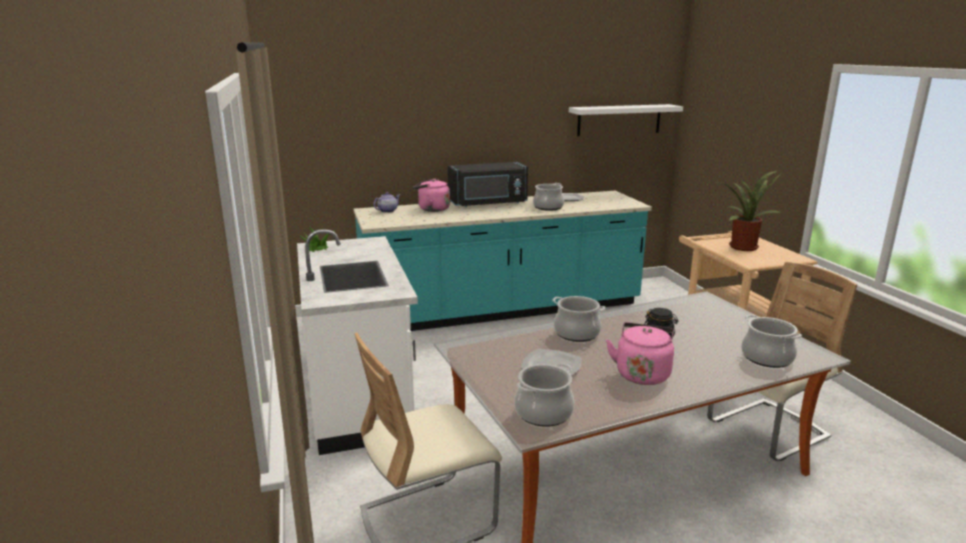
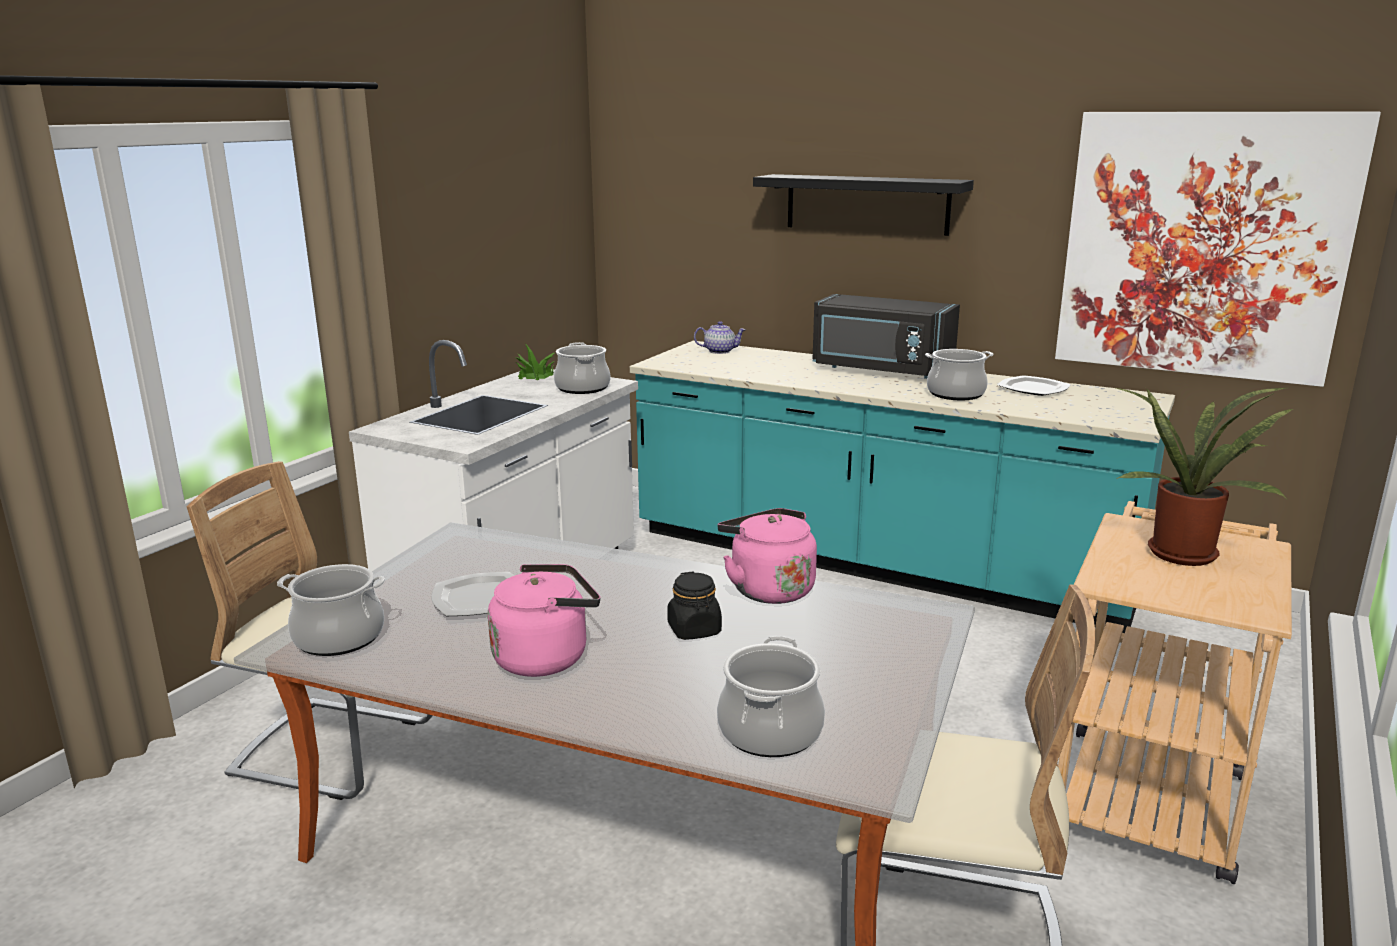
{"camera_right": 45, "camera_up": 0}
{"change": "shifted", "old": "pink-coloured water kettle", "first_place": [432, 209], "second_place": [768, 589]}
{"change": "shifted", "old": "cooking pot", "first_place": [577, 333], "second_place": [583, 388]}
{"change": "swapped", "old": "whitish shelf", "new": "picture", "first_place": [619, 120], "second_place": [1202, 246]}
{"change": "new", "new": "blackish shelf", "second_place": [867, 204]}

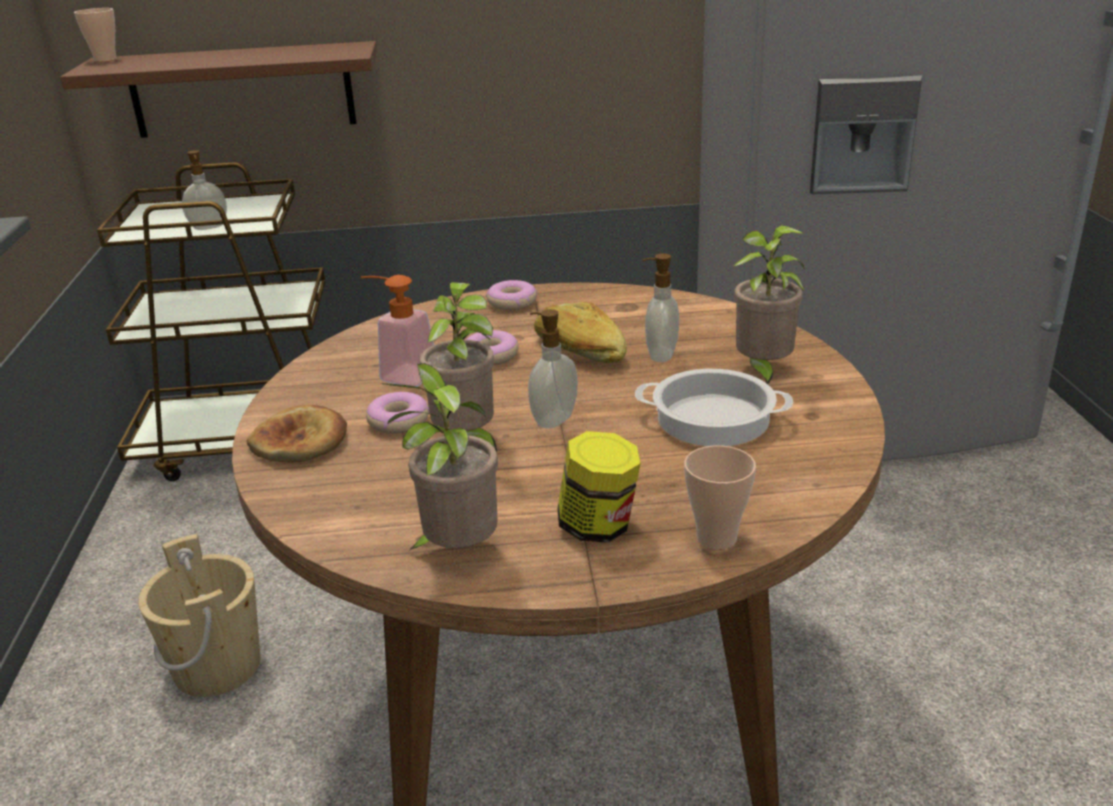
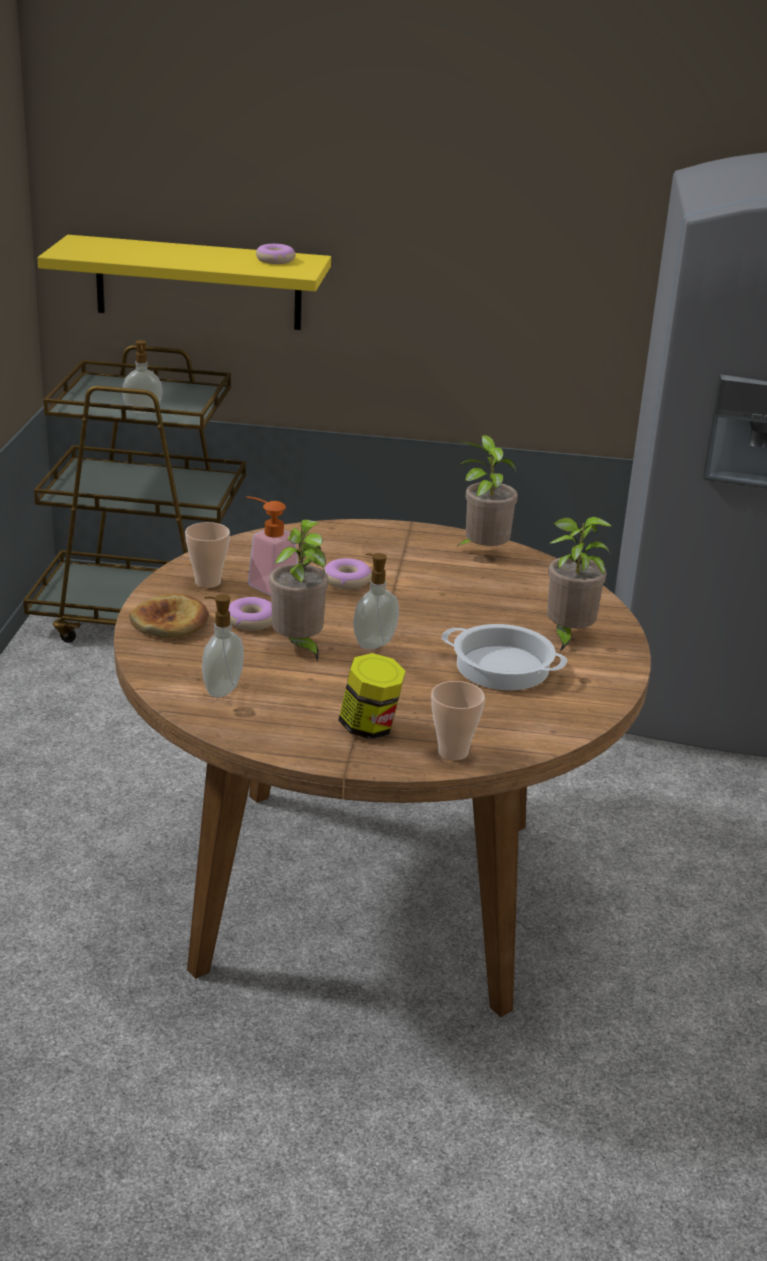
{"camera_right": 10, "camera_up": 0}
{"change": "repainted", "old": "brownish shelf", "new": "yellowish shelf", "first_place": [242, 90], "second_place": [198, 283]}
{"change": "shifted", "old": "cup", "first_place": [105, 60], "second_place": [208, 582]}
{"change": "gone", "old": "beige-coloured pail", "first_place": [217, 666]}
{"change": "shifted", "old": "houseplant", "first_place": [456, 552], "second_place": [482, 553]}
{"change": "shifted", "old": "ring doughnut", "first_place": [512, 303], "second_place": [275, 260]}
{"change": "gone", "old": "bread", "first_place": [579, 351]}
{"change": "shifted", "old": "soap dispenser", "first_place": [660, 355], "second_place": [221, 689]}

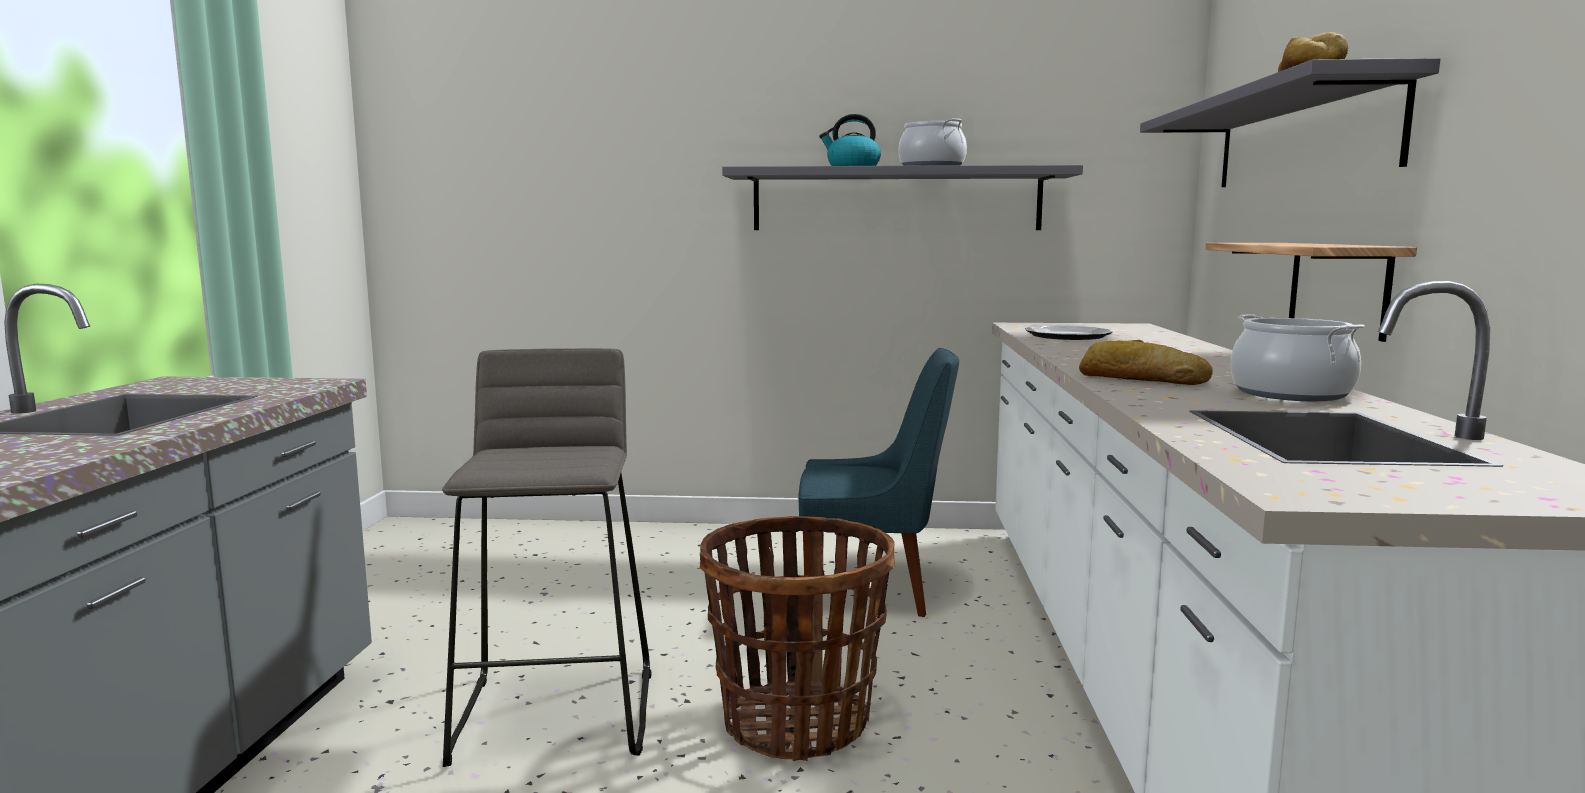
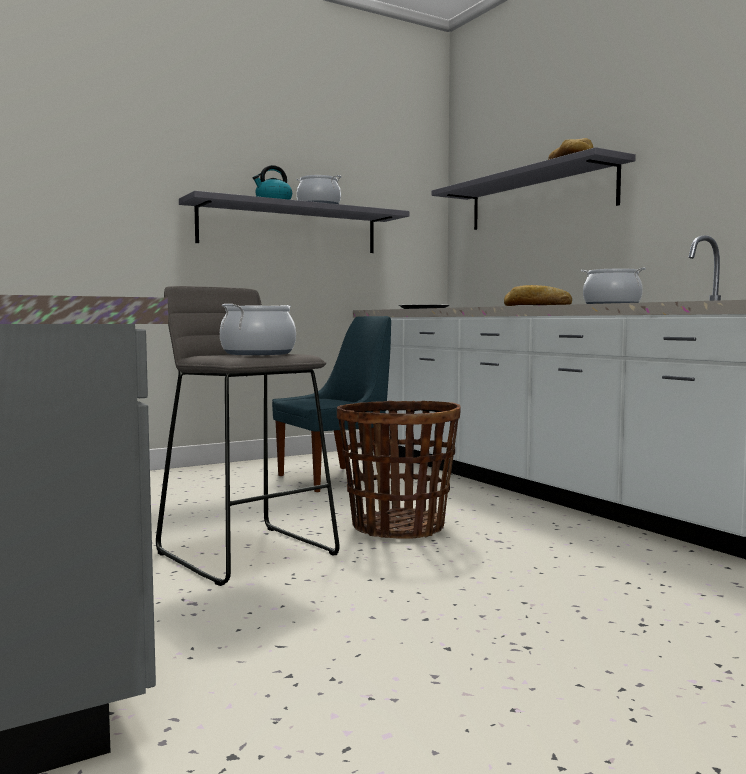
{"camera_right": -35, "camera_up": -5}
{"change": "gone", "old": "shelf", "first_place": [1338, 287]}
{"change": "new", "new": "cooking pot", "second_place": [258, 354]}

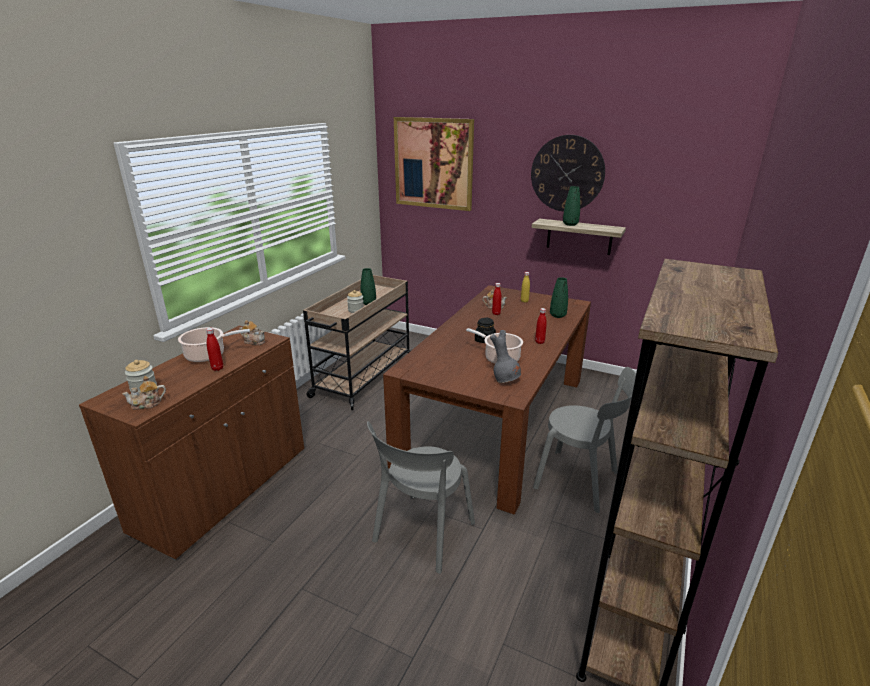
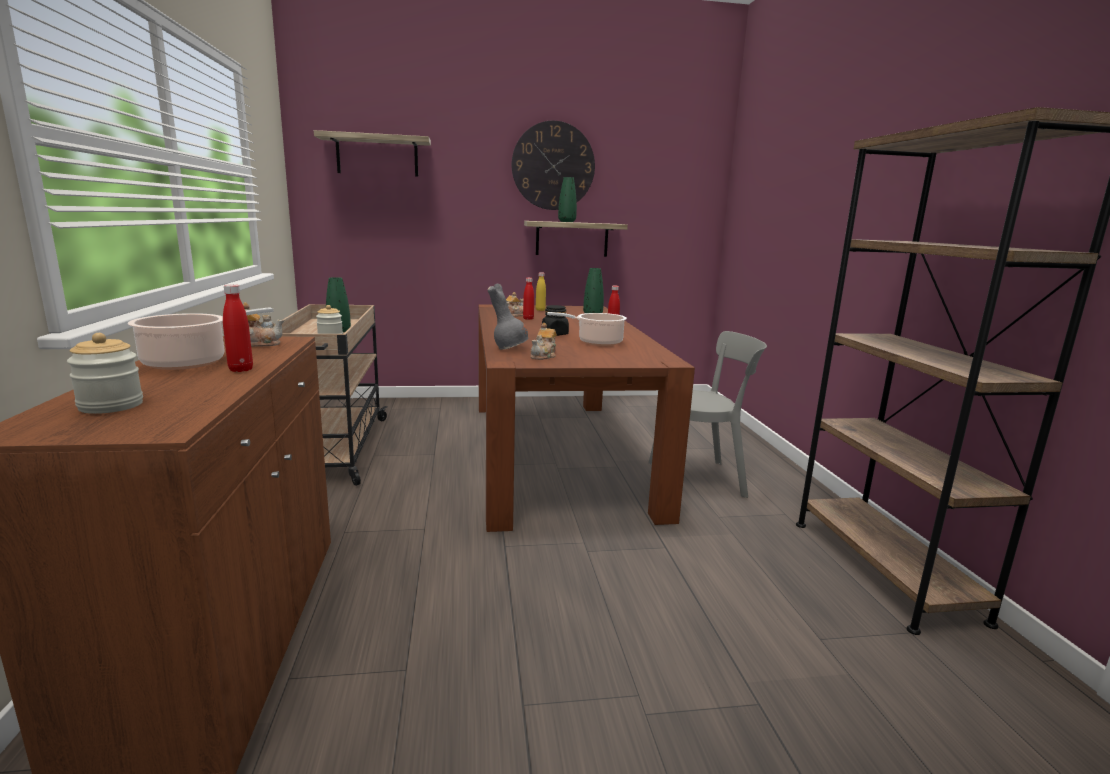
{"camera_right": -35, "camera_up": -10}
{"change": "shifted", "old": "pot for tea", "first_place": [147, 404], "second_place": [544, 356]}
{"change": "gone", "old": "greyish plain chair", "first_place": [422, 535]}
{"change": "swapped", "old": "picture", "new": "shelf", "first_place": [433, 163], "second_place": [377, 156]}
{"change": "shifted", "old": "greyish decorative vase", "first_place": [505, 379], "second_place": [509, 348]}

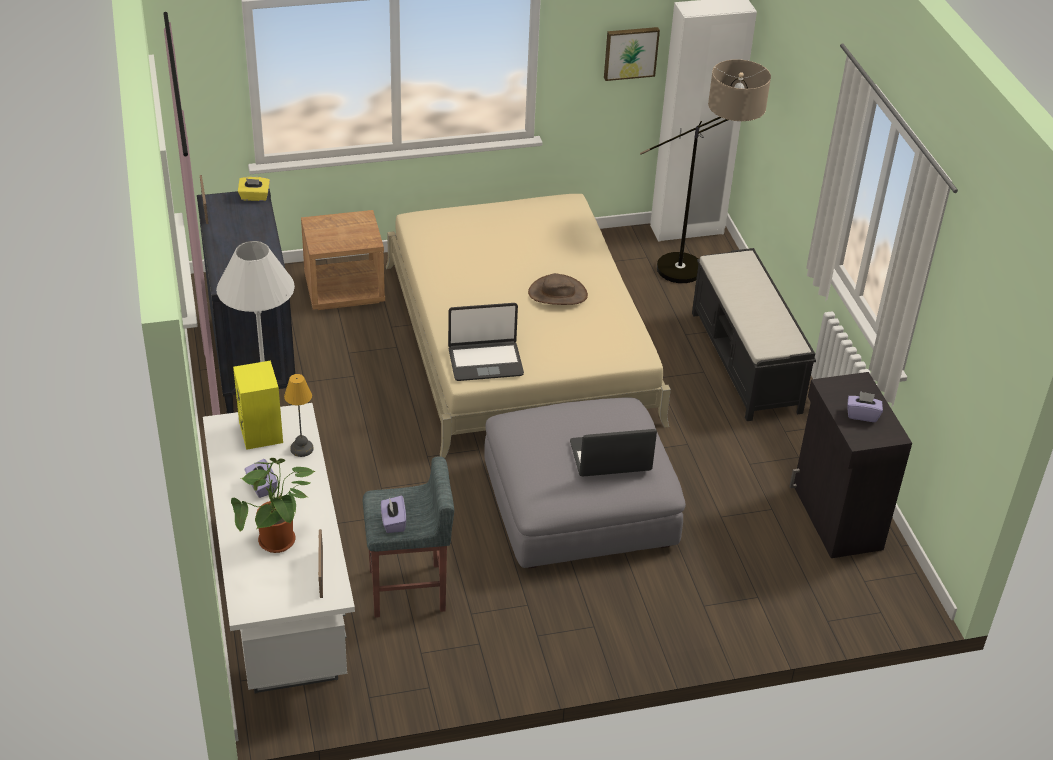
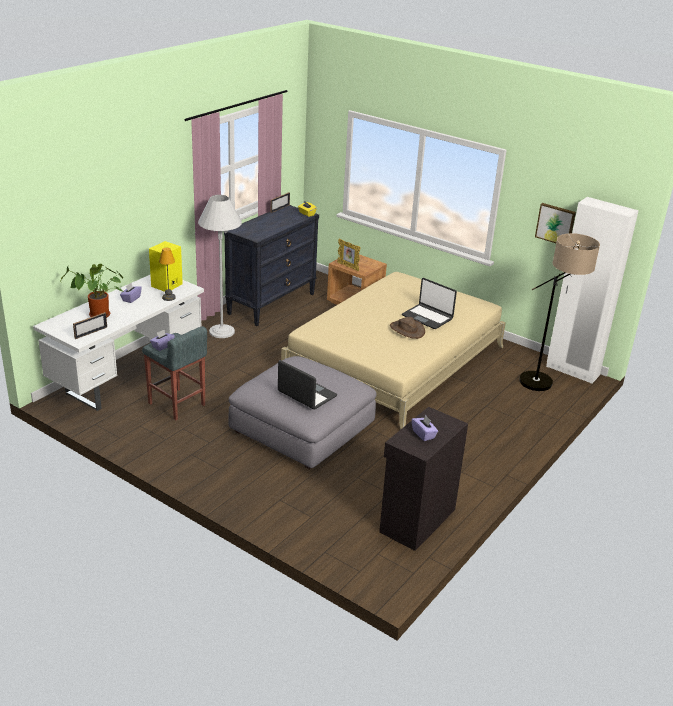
{"camera_right": 50, "camera_up": -10}
{"change": "shifted", "old": "portable computer", "first_place": [485, 361], "second_place": [427, 317]}
{"change": "gone", "old": "blackish long seat", "first_place": [746, 362]}
{"change": "new", "new": "standing frame", "second_place": [348, 267]}

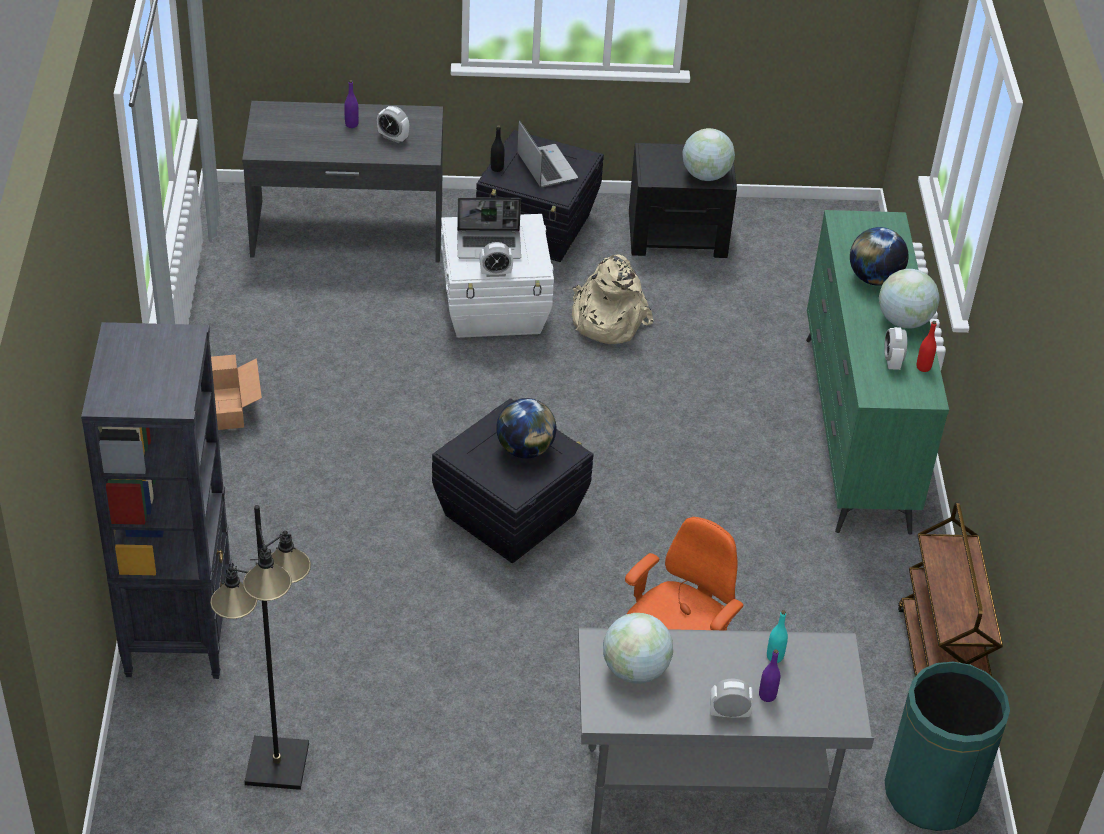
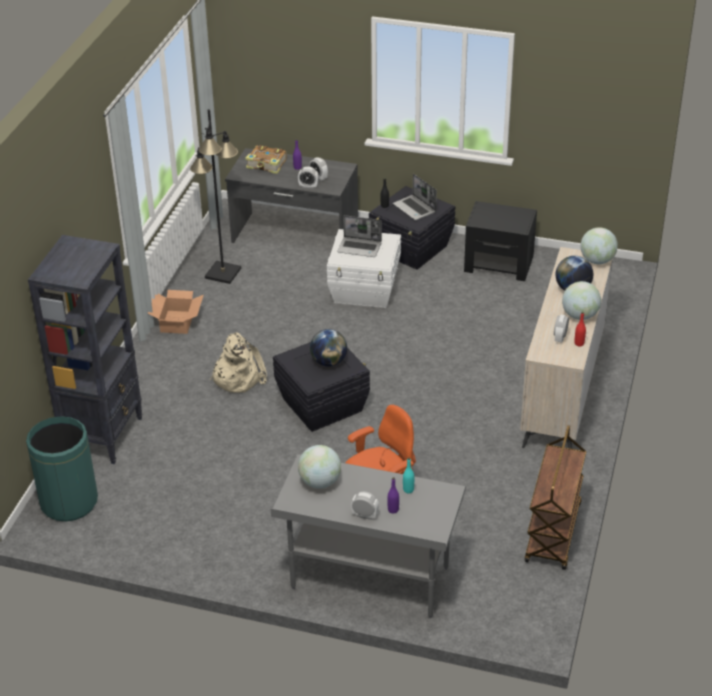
{"camera_right": 20, "camera_up": -5}
{"change": "shifted", "old": "blackish floor lamp", "first_place": [276, 764], "second_place": [222, 273]}
{"change": "shifted", "old": "alarm clock", "first_place": [495, 273], "second_place": [308, 186]}
{"change": "rotated", "old": "portable computer", "first_place": [545, 167], "second_place": [415, 208], "degrees": 150}
{"change": "shifted", "old": "beige-coloured rucksack", "first_place": [606, 320], "second_place": [237, 377]}
{"change": "shifted", "old": "desk globe", "first_place": [705, 175], "second_place": [597, 260]}
{"change": "repainted", "old": "greenish drawer chest", "new": "beige-coloured drawer chest", "first_place": [855, 433], "second_place": [561, 393]}
{"change": "shifted", "old": "greenish waste bin", "first_place": [931, 793], "second_place": [69, 502]}
{"change": "new", "new": "volume", "second_place": [267, 165]}

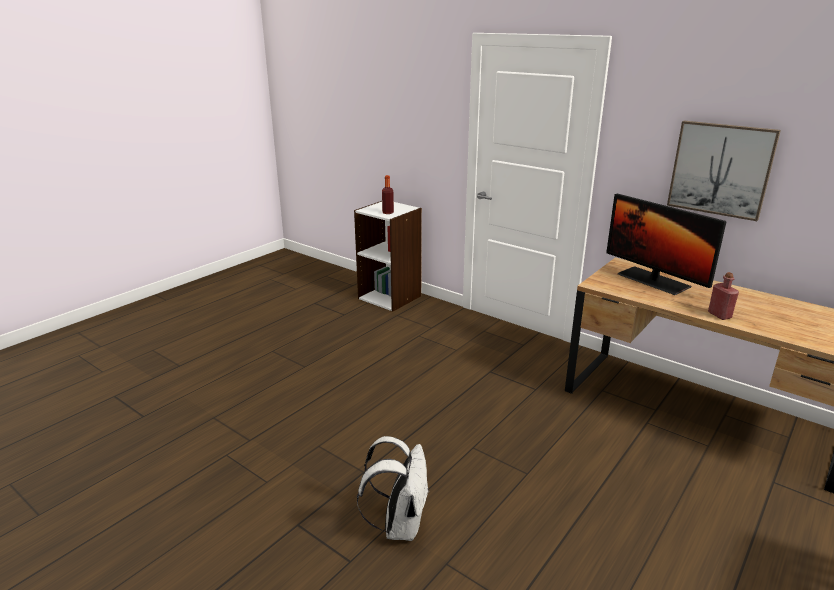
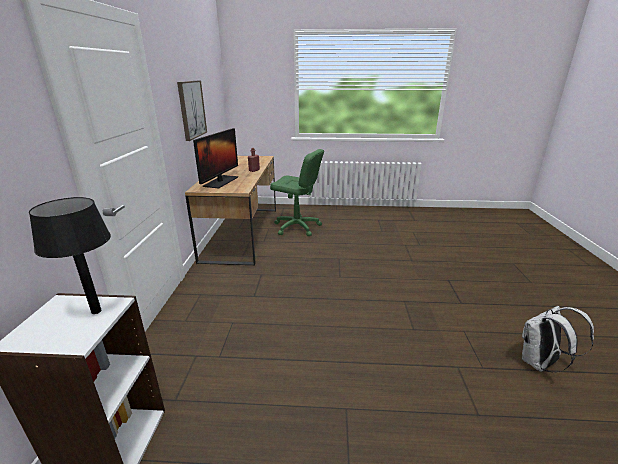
{"camera_right": -125, "camera_up": 0}
{"change": "shifted", "old": "whitish rucksack", "first_place": [399, 524], "second_place": [540, 363]}
{"change": "swapped", "old": "beverage bottle", "new": "blackish tabletop lamp", "first_place": [388, 212], "second_place": [96, 311]}
{"change": "new", "new": "greenish office chair", "second_place": [297, 227]}

